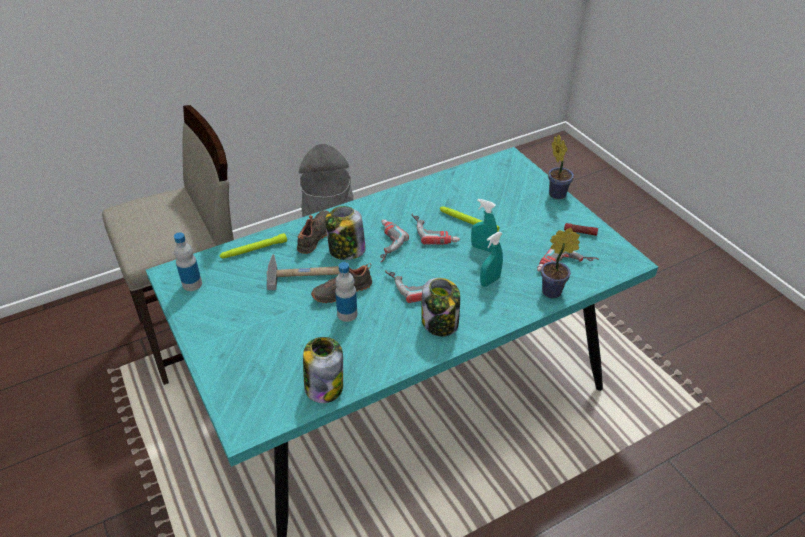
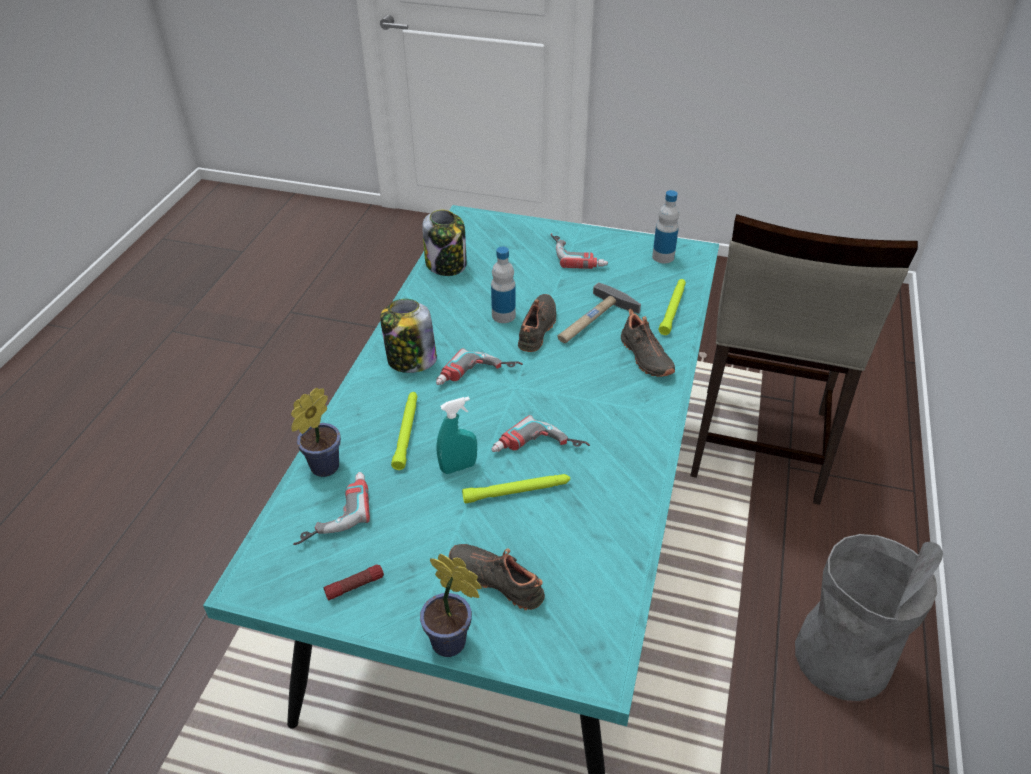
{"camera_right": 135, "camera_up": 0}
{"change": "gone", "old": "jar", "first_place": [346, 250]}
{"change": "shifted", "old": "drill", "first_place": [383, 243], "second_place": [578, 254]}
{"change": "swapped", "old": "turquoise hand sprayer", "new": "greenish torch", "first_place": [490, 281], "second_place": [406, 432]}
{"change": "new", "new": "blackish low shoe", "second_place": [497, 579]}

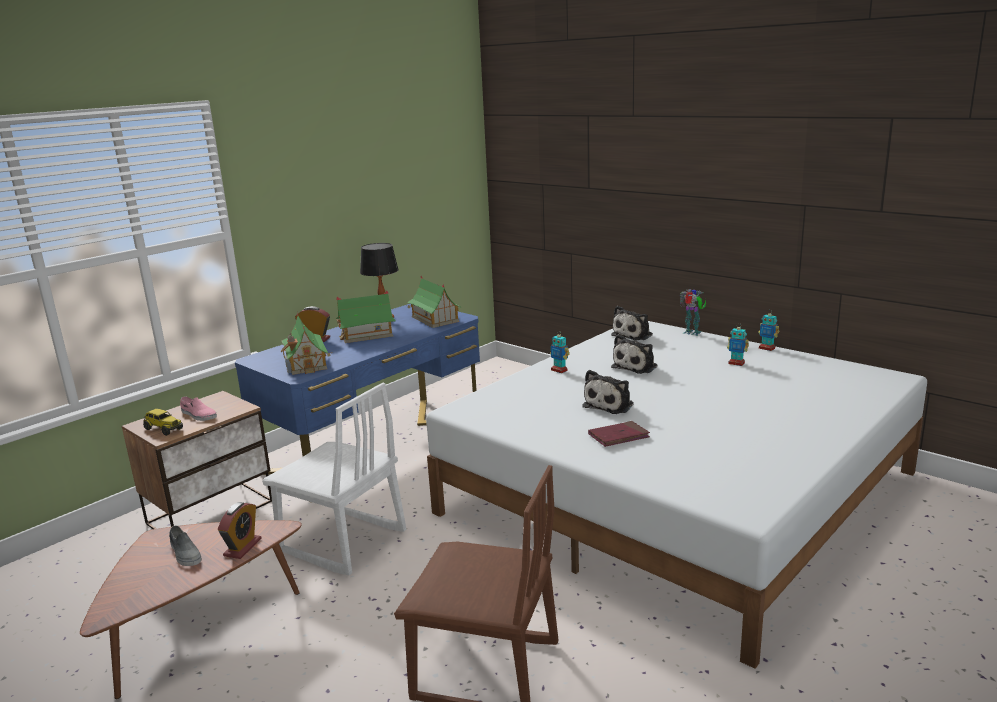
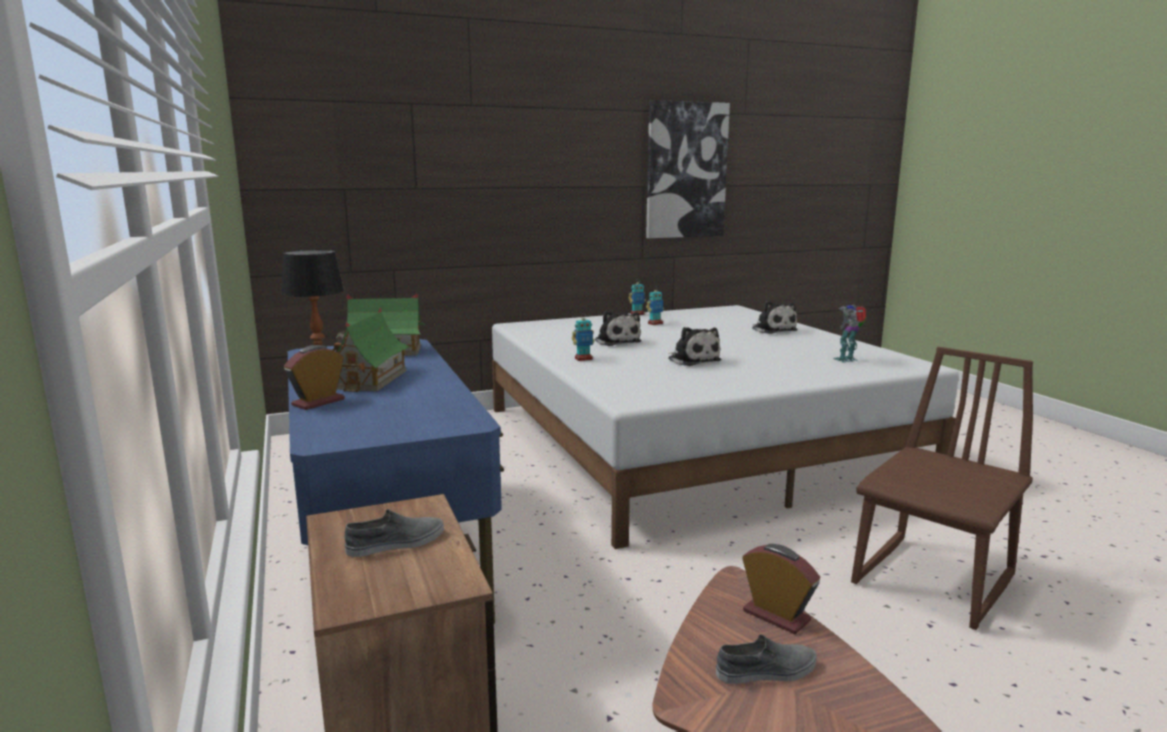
{"camera_right": -65, "camera_up": -5}
{"change": "gone", "old": "toy lorry", "first_place": [163, 429]}
{"change": "repainted", "old": "pink-coloured low shoe", "new": "greyish low shoe", "first_place": [198, 415], "second_place": [396, 543]}
{"change": "gone", "old": "whitish plain chair", "first_place": [342, 542]}
{"change": "gone", "old": "toy house", "first_place": [306, 363]}
{"change": "gone", "old": "reddish volume", "first_place": [618, 436]}
{"change": "shifted", "old": "cuddly toy", "first_place": [634, 335], "second_place": [773, 330]}
{"change": "shifted", "old": "model robot", "first_place": [692, 333], "second_place": [847, 360]}
{"change": "new", "new": "picture", "second_place": [686, 170]}

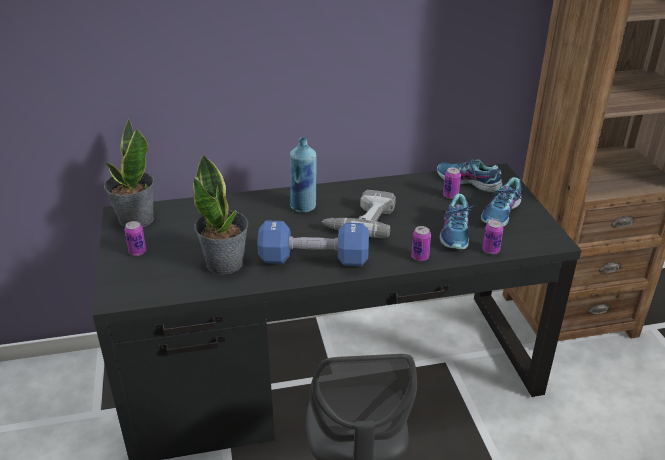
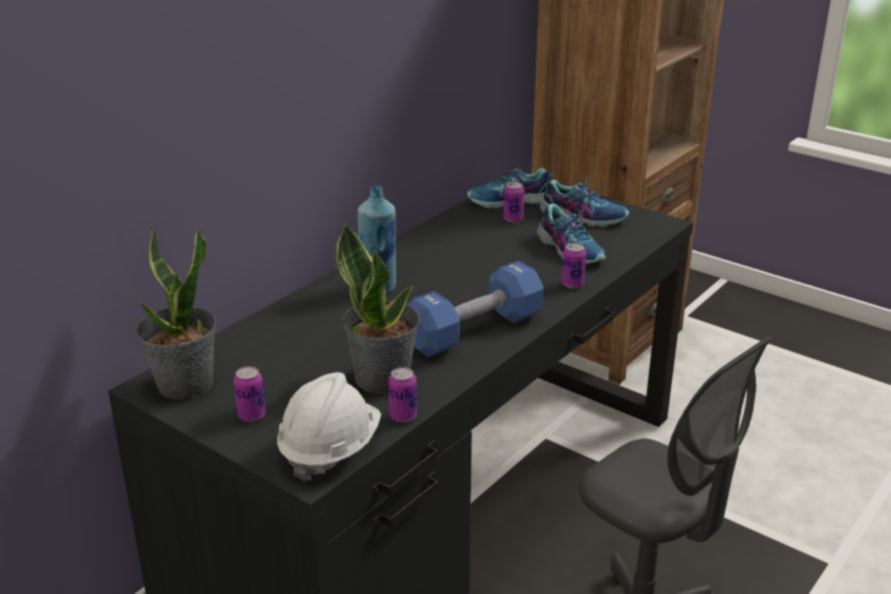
{"camera_right": -40, "camera_up": -5}
{"change": "gone", "old": "drill", "first_place": [361, 220]}
{"change": "rotated", "old": "low shoe", "first_place": [501, 213], "second_place": [583, 217], "degrees": -60}
{"change": "shifted", "old": "metal can", "first_place": [490, 250], "second_place": [403, 416]}
{"change": "new", "new": "whitish hard hat", "second_place": [329, 449]}

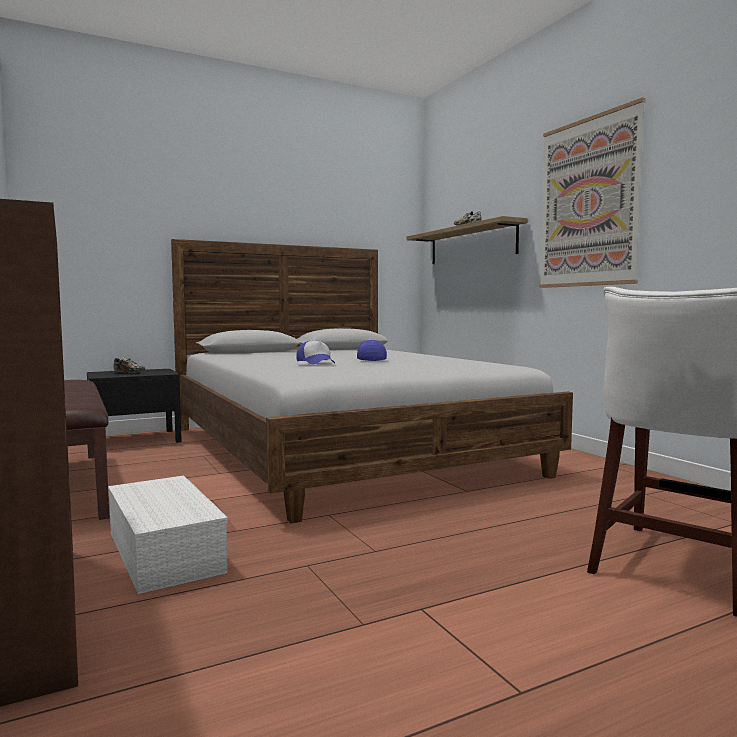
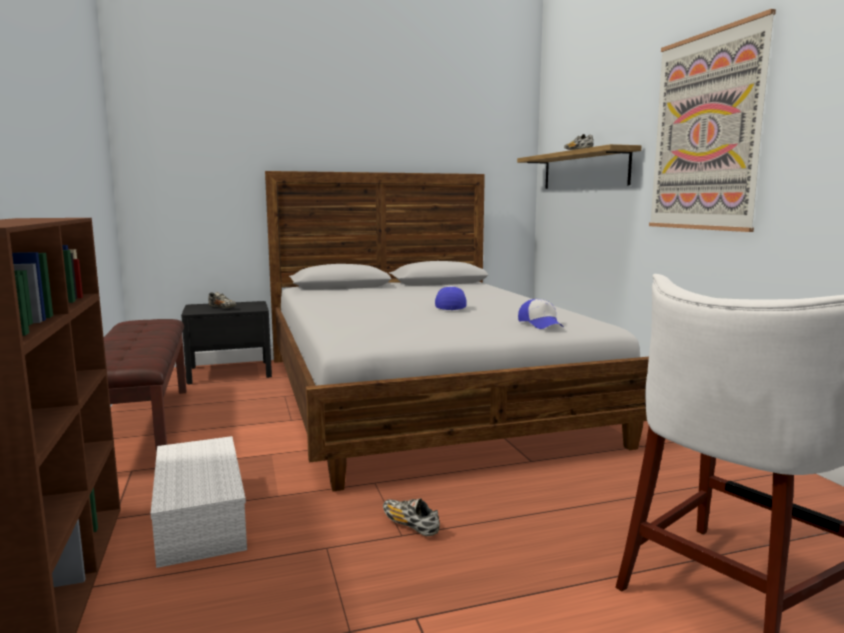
{"camera_right": 10, "camera_up": 5}
{"change": "shifted", "old": "baseball cap", "first_place": [316, 362], "second_place": [541, 324]}
{"change": "new", "new": "low shoe", "second_place": [409, 525]}

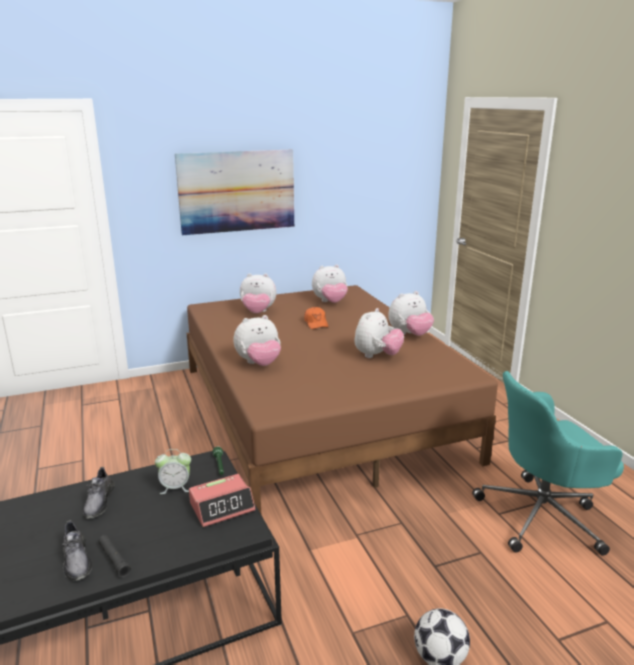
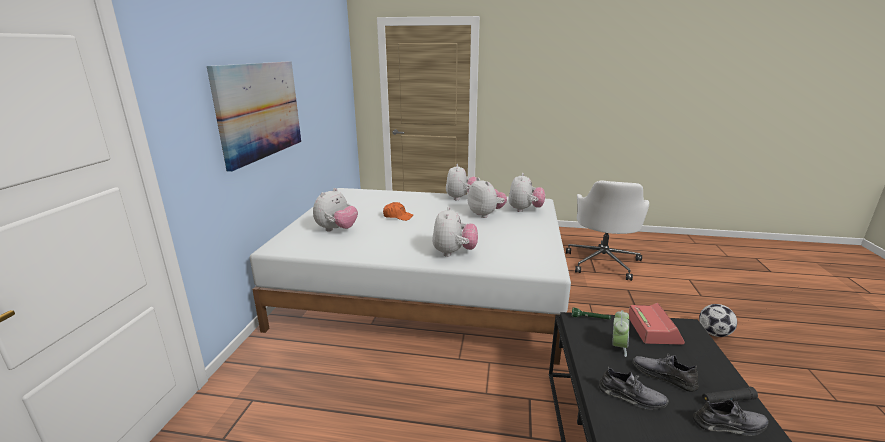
{"camera_right": -60, "camera_up": 0}
{"change": "repainted", "old": "brownish bedroom bed", "new": "whitish bedroom bed", "first_place": [318, 411], "second_place": [425, 288]}
{"change": "shifted", "old": "cuddly toy", "first_place": [330, 302], "second_place": [525, 210]}
{"change": "repainted", "old": "turquoise office chair", "new": "whitish office chair", "first_place": [542, 516], "second_place": [603, 262]}
{"change": "new", "new": "greyish low shoe", "second_place": [663, 376]}

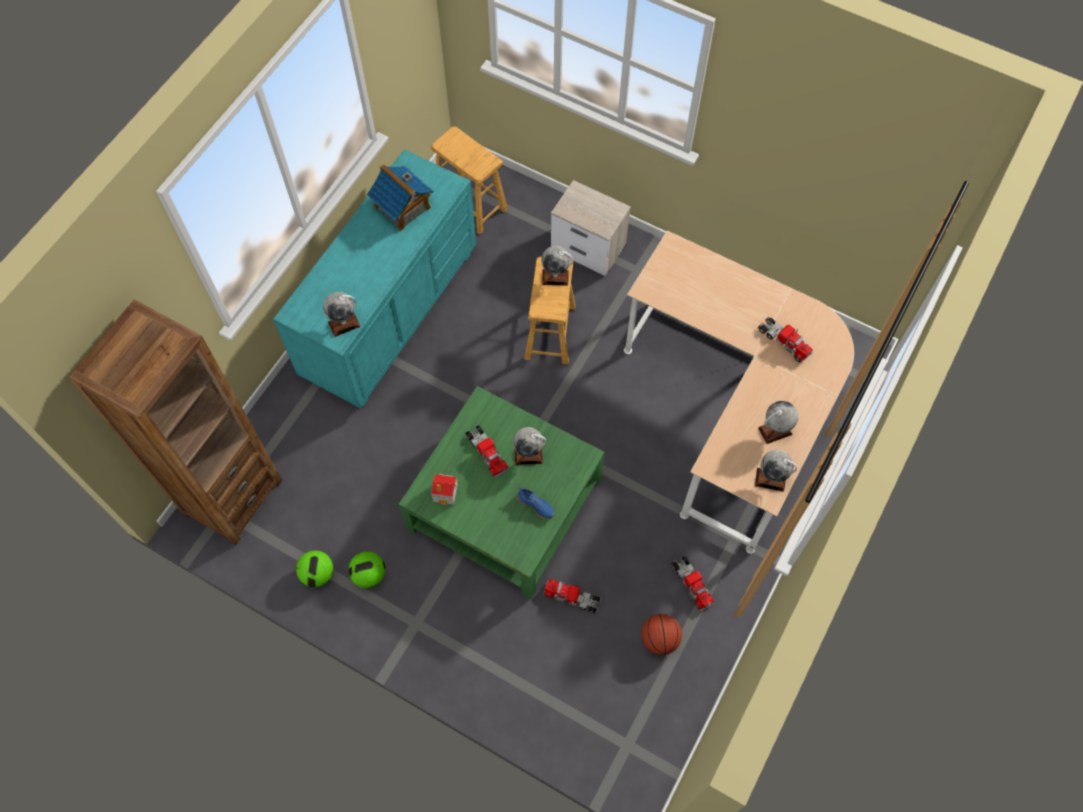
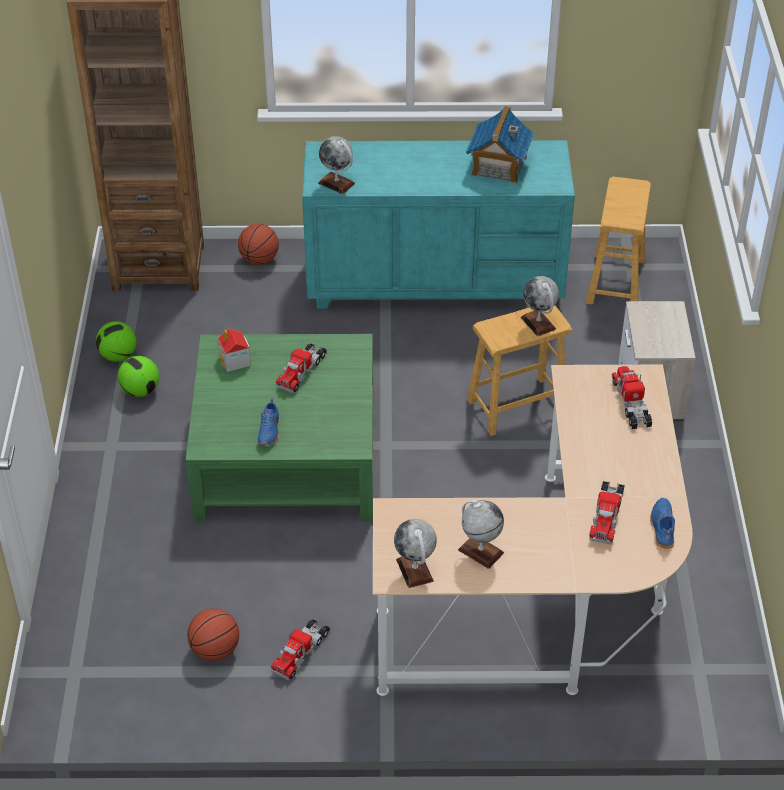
{"camera_right": 60, "camera_up": -20}
{"change": "gone", "old": "desk globe", "first_place": [528, 455]}
{"change": "shifted", "old": "toy lorry", "first_place": [572, 597], "second_place": [631, 403]}
{"change": "new", "new": "basketball", "second_place": [259, 260]}
{"change": "new", "new": "blue-coloured low shoe", "second_place": [661, 527]}

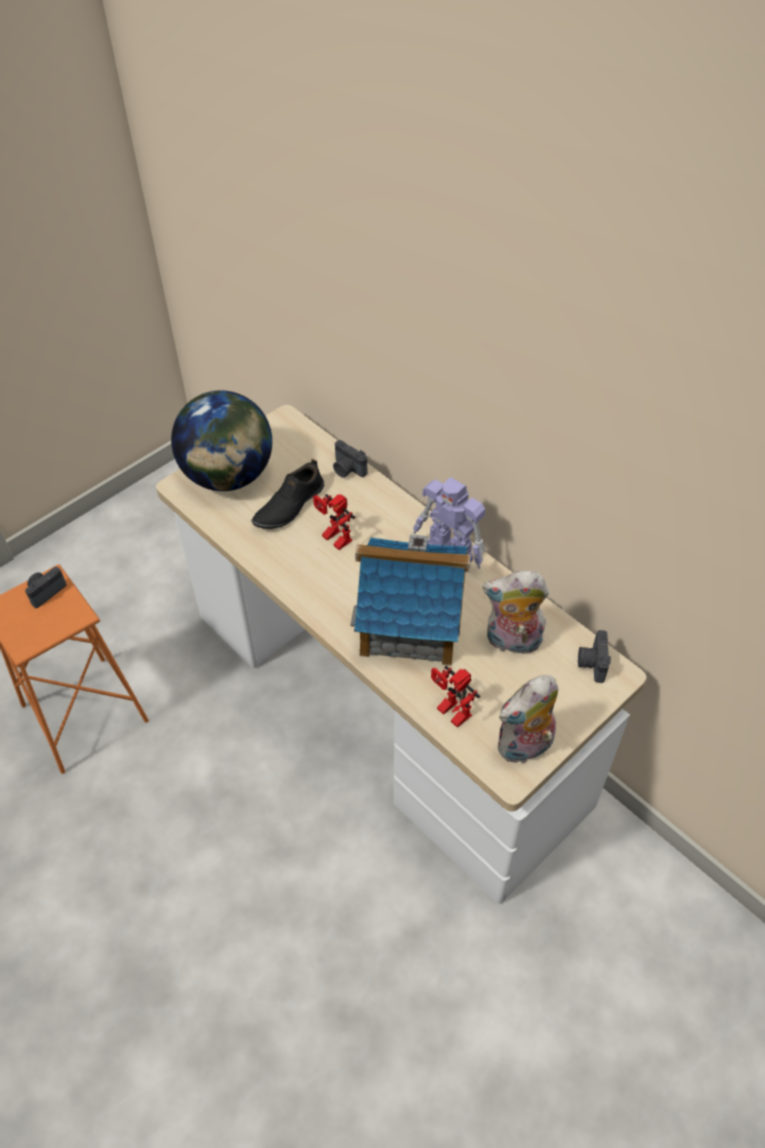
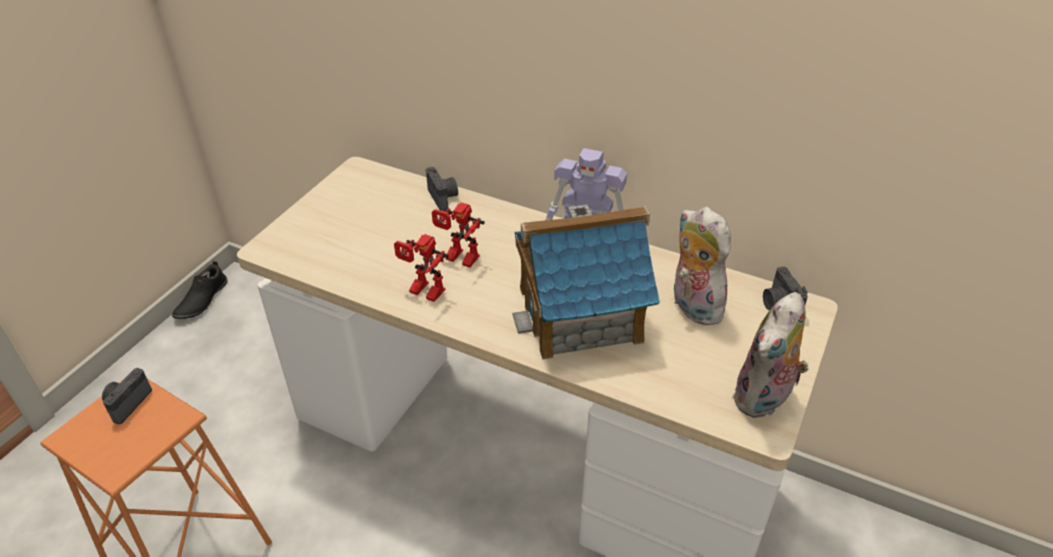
{"camera_right": -20, "camera_up": -10}
{"change": "gone", "old": "desk globe", "first_place": [228, 476]}
{"change": "shifted", "old": "blackish low shoe", "first_place": [288, 505], "second_place": [201, 300]}
{"change": "rotated", "old": "photo camera", "first_place": [347, 470], "second_place": [443, 197], "degrees": -135}
{"change": "shifted", "old": "model robot", "first_place": [449, 713], "second_place": [422, 292]}
{"change": "rotated", "old": "cuddly toy", "first_place": [512, 642], "second_place": [692, 306], "degrees": 75}

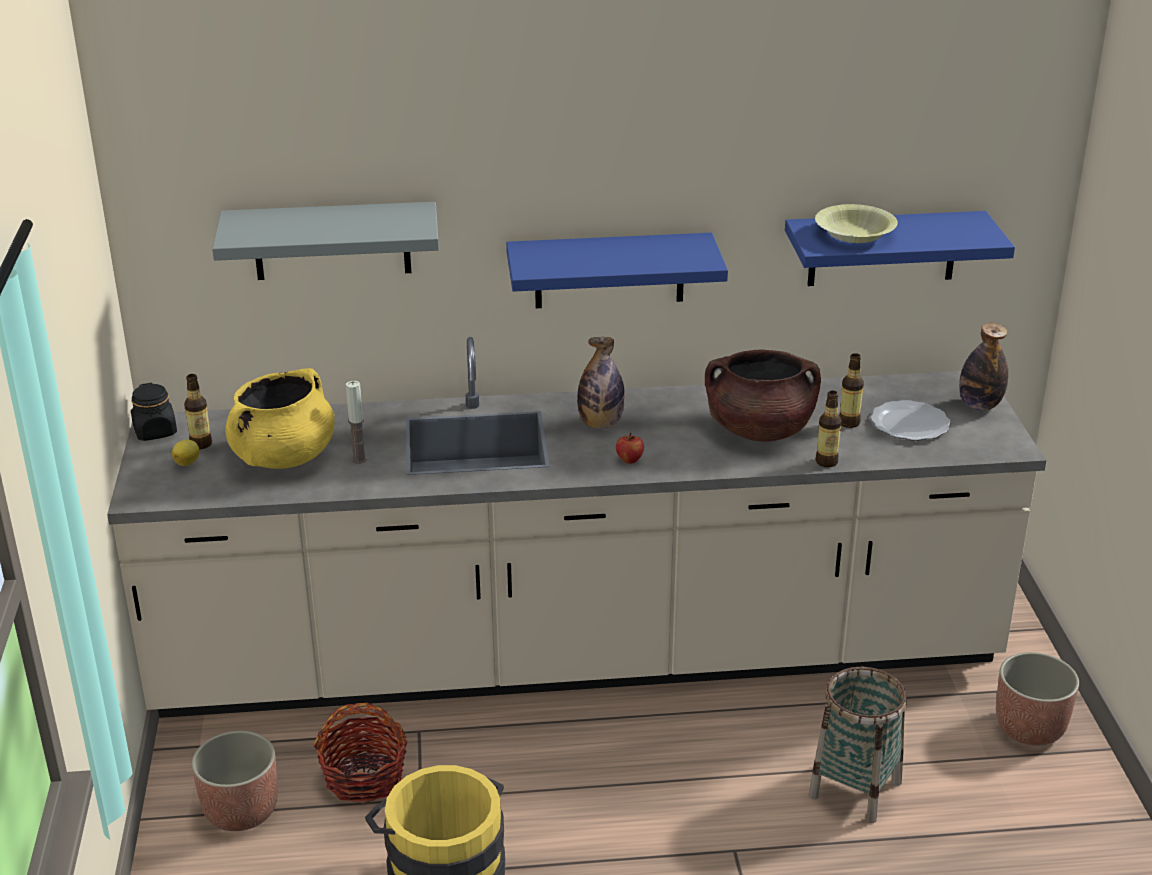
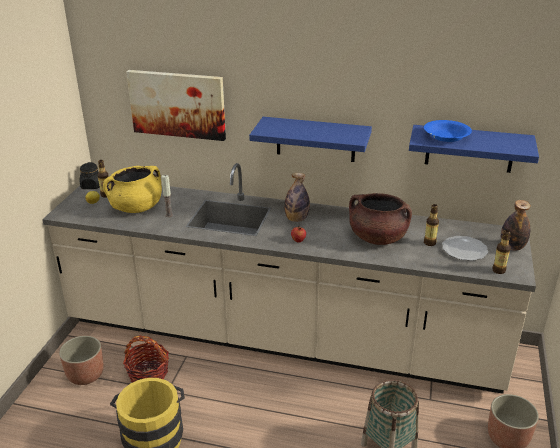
{"camera_right": 20, "camera_up": 0}
{"change": "swapped", "old": "greyish shelf", "new": "picture", "first_place": [332, 241], "second_place": [177, 104]}
{"change": "repainted", "old": "yellowish serving bowl", "new": "blue-coloured serving bowl", "first_place": [854, 234], "second_place": [446, 137]}
{"change": "shifted", "old": "beverage bottle", "first_place": [826, 462], "second_place": [499, 270]}

